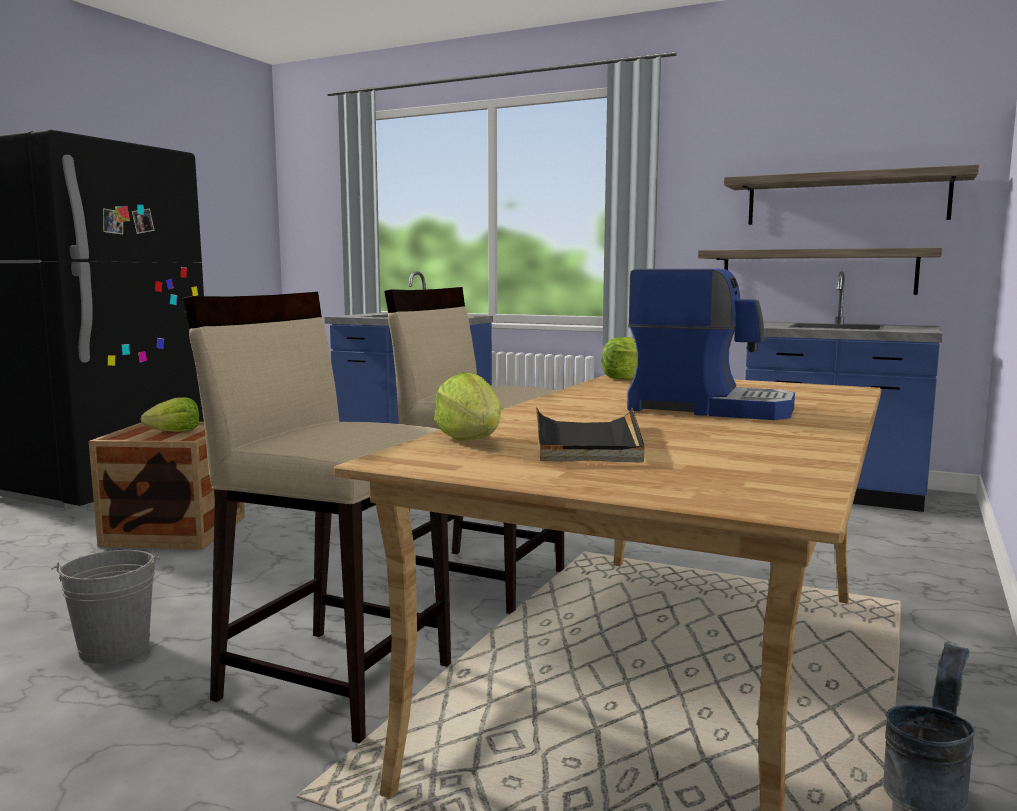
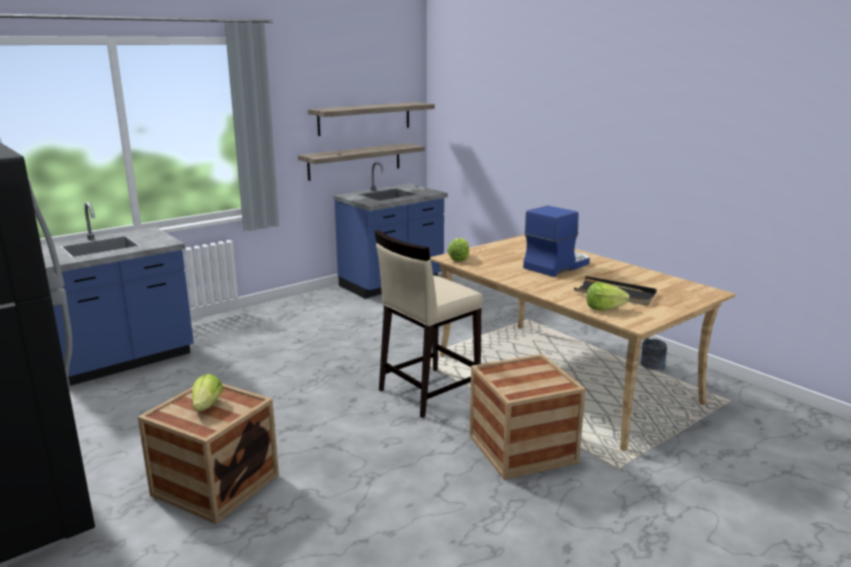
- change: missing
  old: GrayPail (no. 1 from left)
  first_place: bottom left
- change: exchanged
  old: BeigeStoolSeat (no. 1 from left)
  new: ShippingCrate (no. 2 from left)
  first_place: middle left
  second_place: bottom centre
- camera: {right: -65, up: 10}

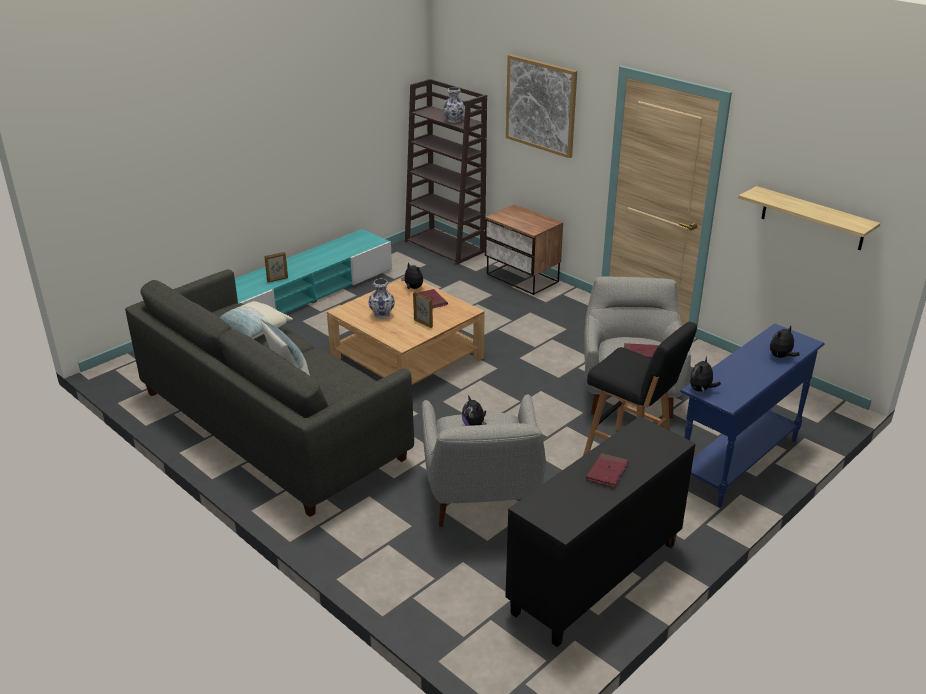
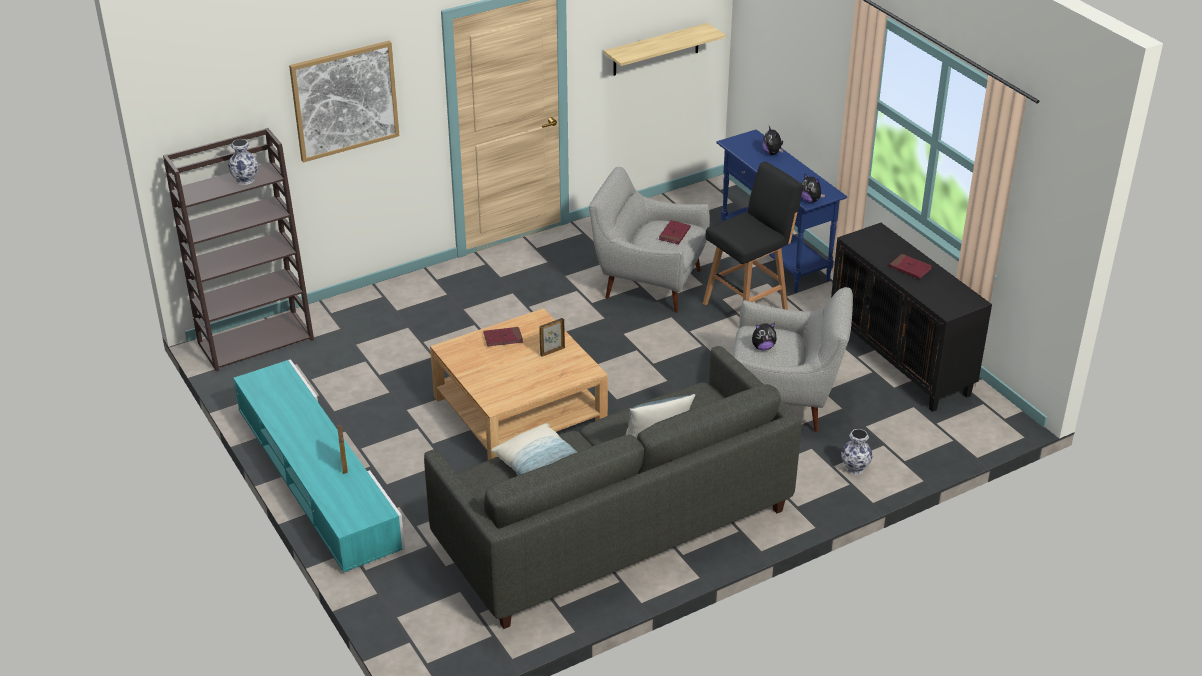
- change: relocated
  old: FlowerVase (no. 1 from left in the first image)
  new: FlowerVase (no. 2 from left)
  first_place: centre
  second_place: bottom right
- change: missing
  old: PlushToy (no. 1 from left)
  first_place: centre
- change: missing
  old: Nightstand
  first_place: centre
- camera: {right: -75, up: 5}

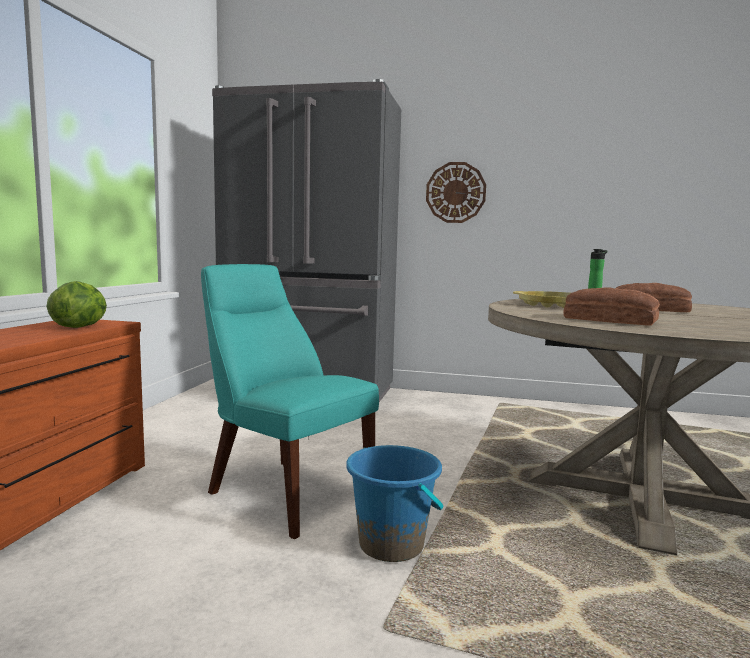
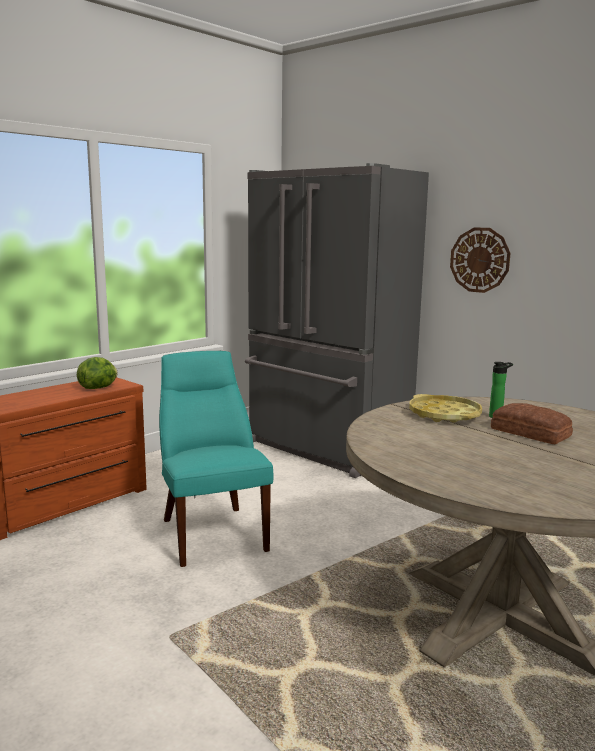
- change: missing
  old: BluishPail
  first_place: bottom centre
- change: missing
  old: BakedBread (no. 1 from left)
  first_place: middle right
- camera: {right: 30, up: 5}

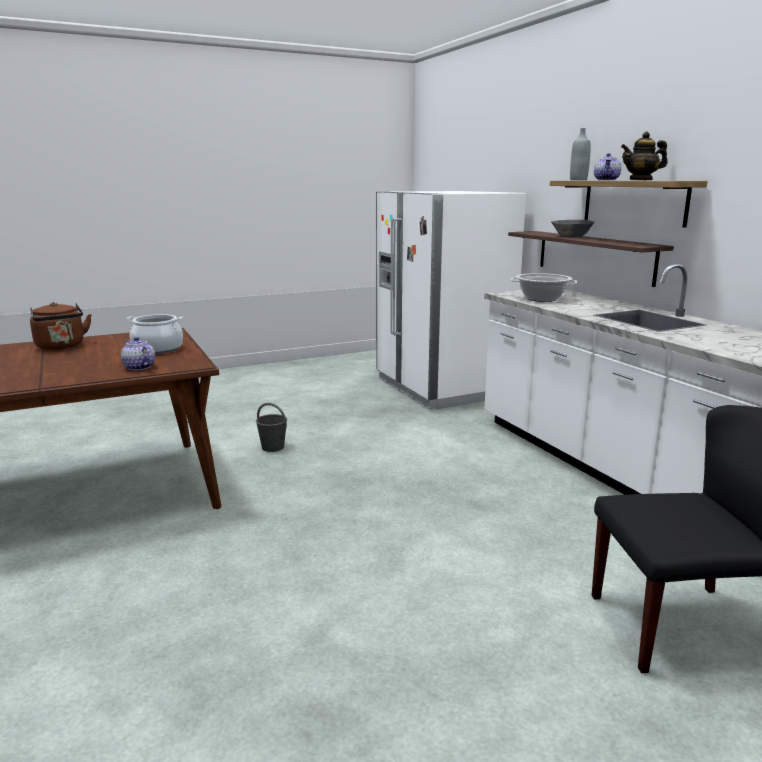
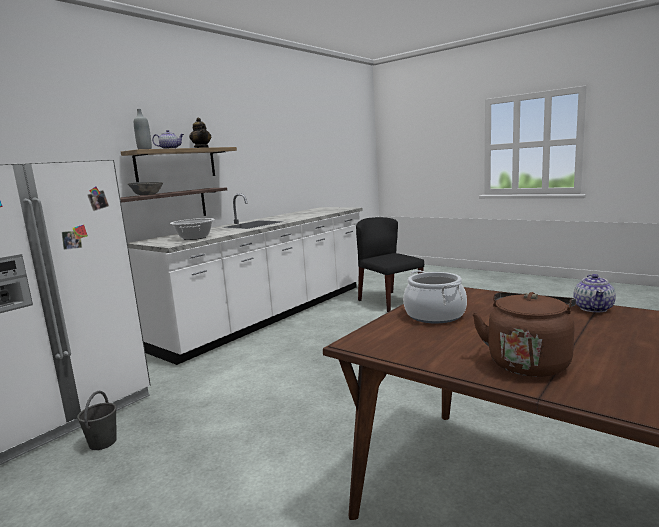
- change: relocated
  old: TeaPot (no. 1 from left in the first image)
  new: TeaPot (no. 3 from left)
  first_place: middle left
  second_place: middle right
- change: relocated
  old: GrayPail
  first_place: centre
  second_place: bottom left
- camera: {right: -115, up: -5}

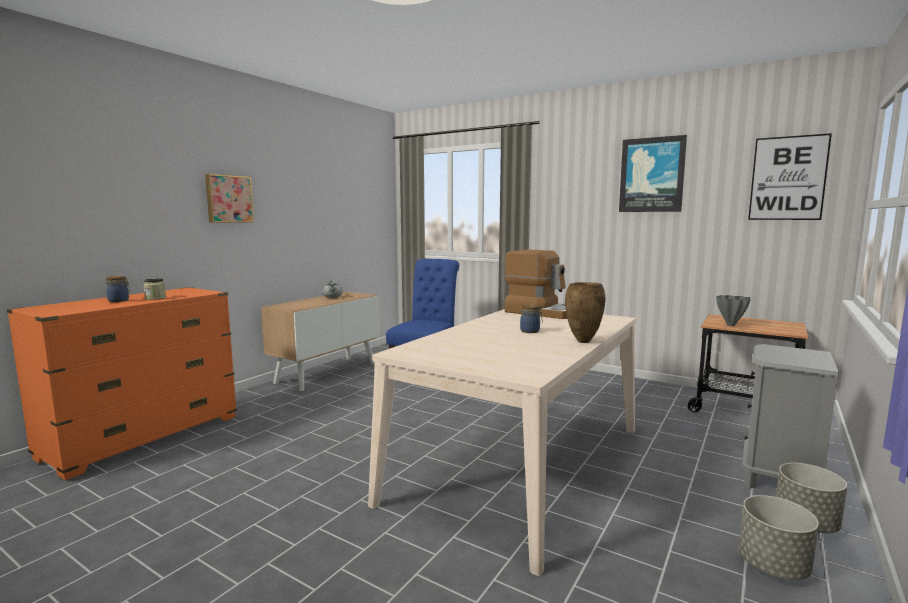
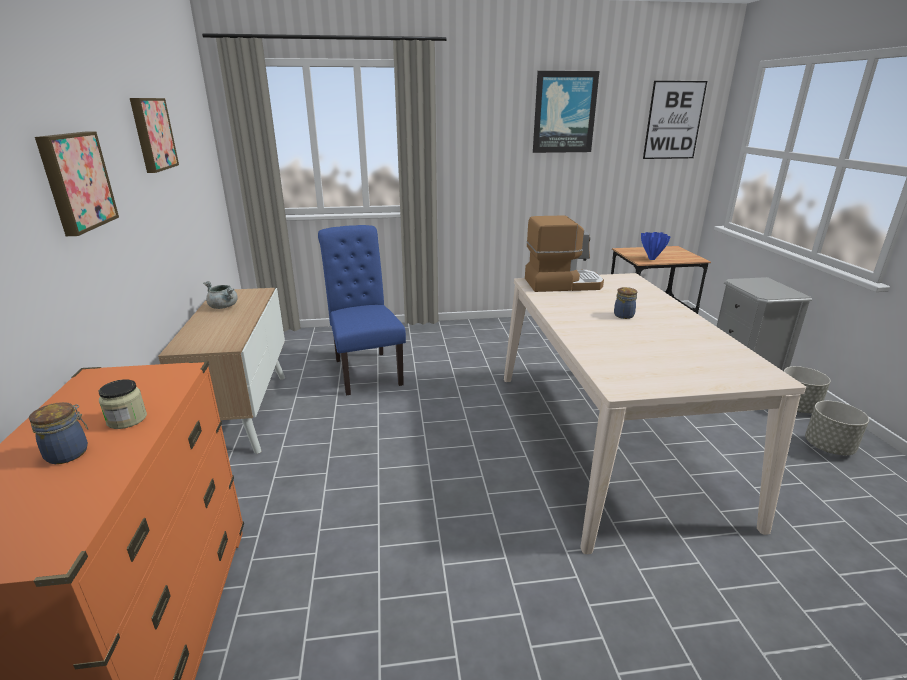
- change: missing
  old: BrownFlowerVase
  first_place: centre
- change: colour
  old: GrayFlowerVase
  new: BluishFlowerVase
  first_place: middle right
  second_place: middle right
- change: appeared
  new: Picture (no. 2 from left)
  second_place: top left
- camera: {right: -40, up: 15}

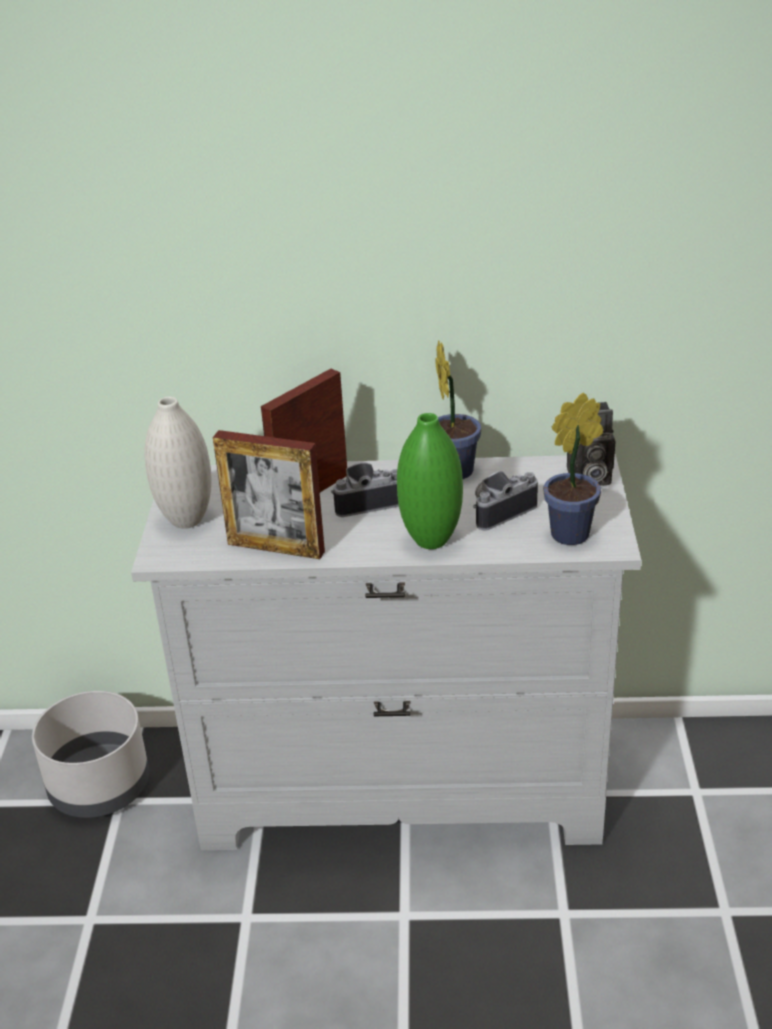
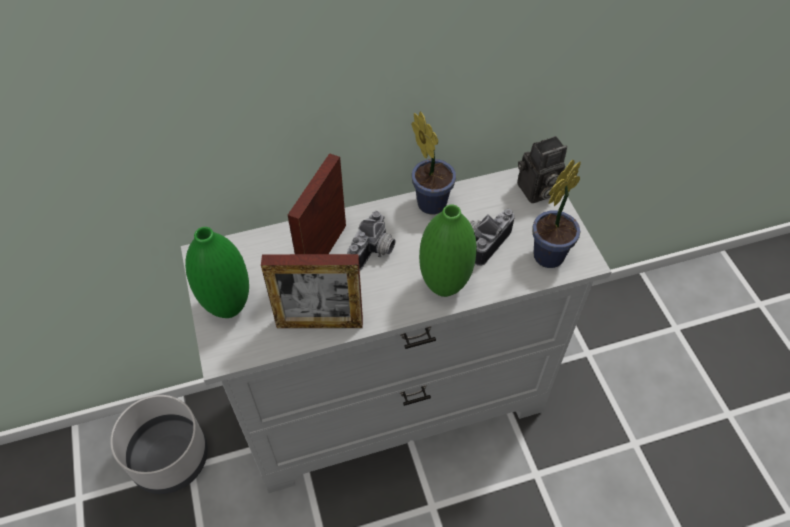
- change: colour
  old: WhiteFlowerVase
  new: GreenishFlowerVase (no. 1 from left)
  first_place: middle left
  second_place: middle left
- change: spun
  old: PhotoCamera (no. 1 from left)
  first_place: centre
  second_place: centre
  degrees: 150
- camera: {right: -20, up: 20}

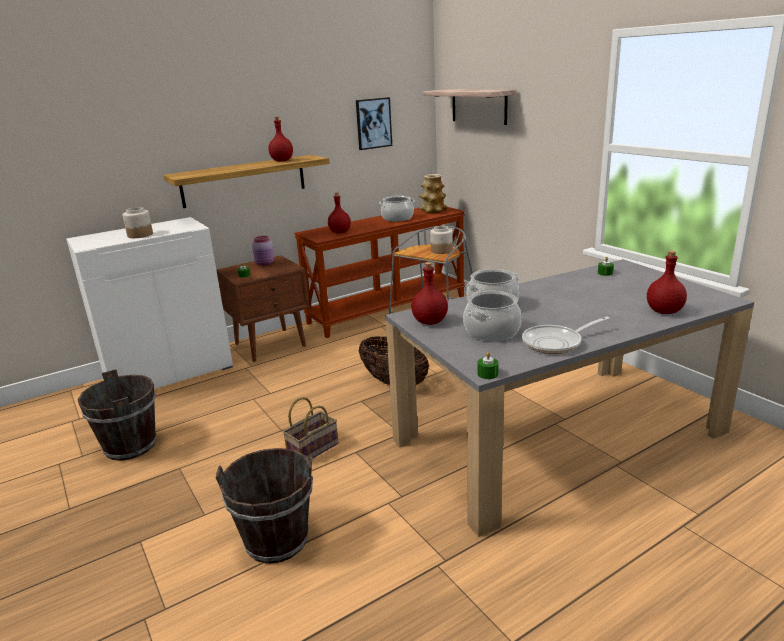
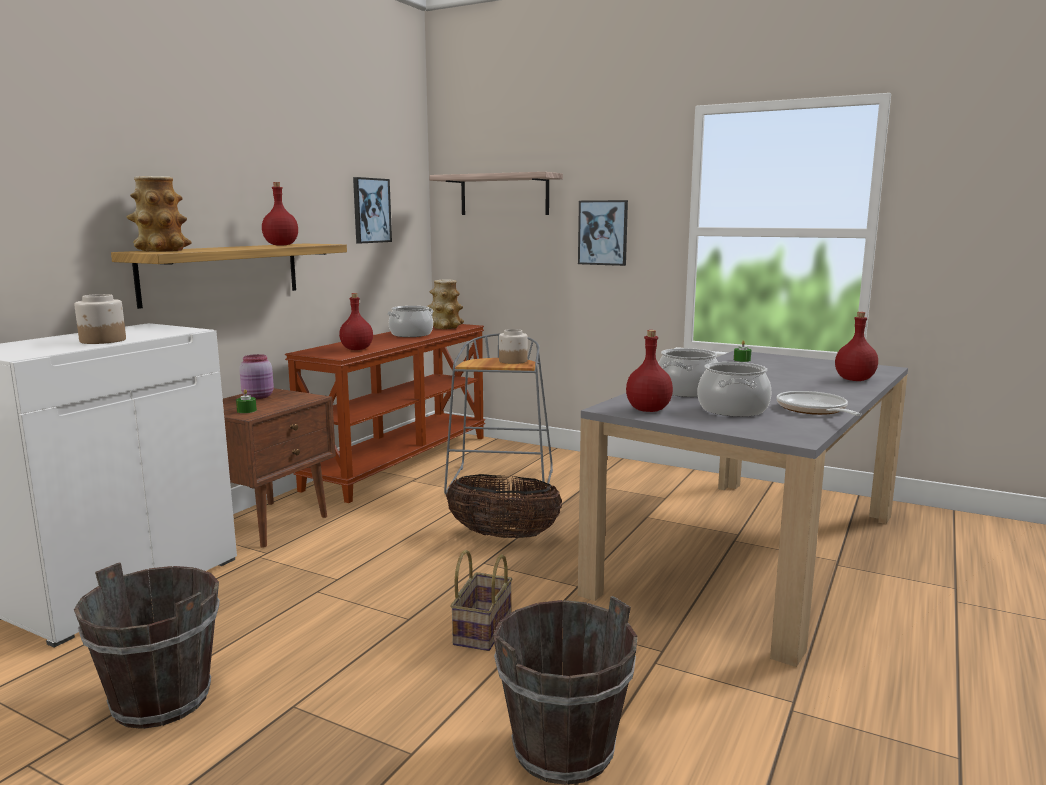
- change: missing
  old: GreenishWaxLight (no. 2 from left)
  first_place: centre
- change: spun
  old: Skillet
  first_place: middle right
  second_place: middle right
  degrees: 135
- change: appeared
  new: FlowerVase (no. 1 from left)
  second_place: top left
- change: appeared
  new: Picture (no. 2 from left)
  second_place: top centre
- camera: {right: -30, up: -10}

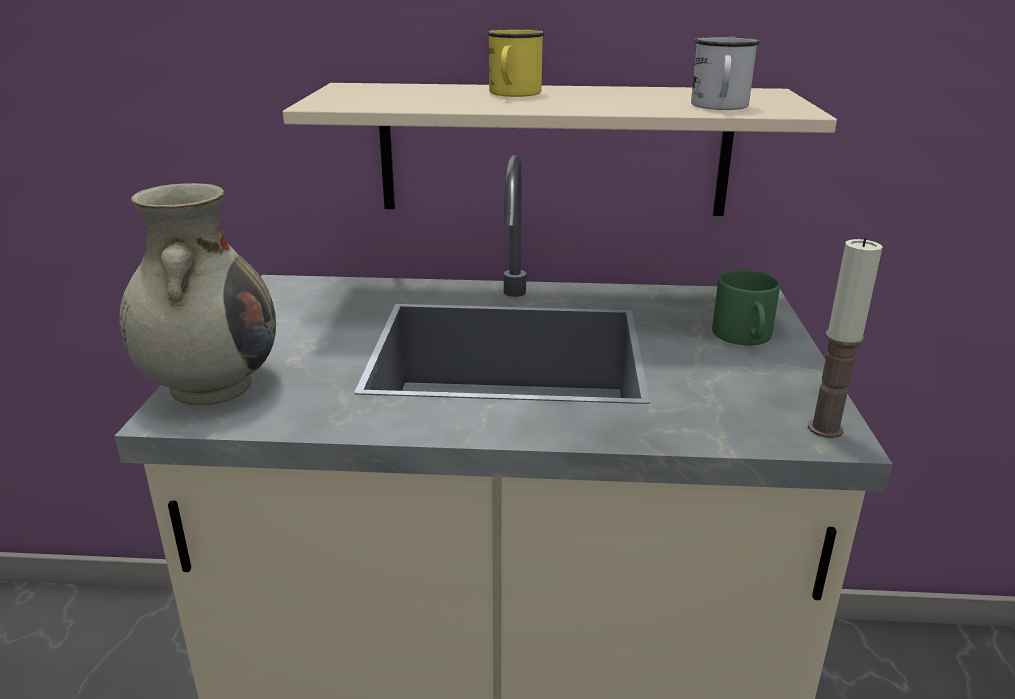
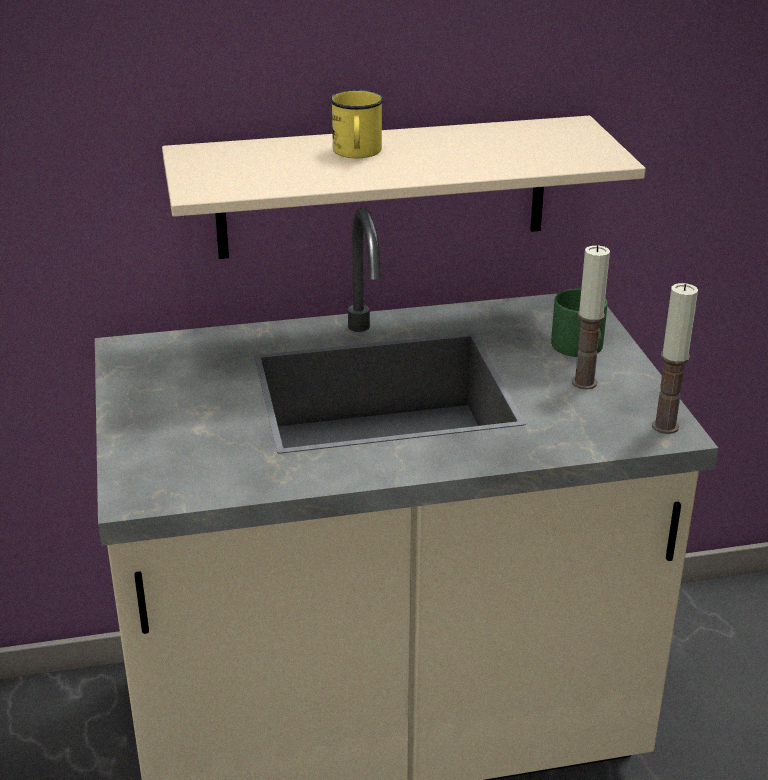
- change: missing
  old: BeigeFlowerVase
  first_place: middle left
- change: missing
  old: WhiteMug
  first_place: top right
- change: appeared
  new: WaxLight (no. 1 from left)
  second_place: middle right
- camera: {right: -15, up: 5}

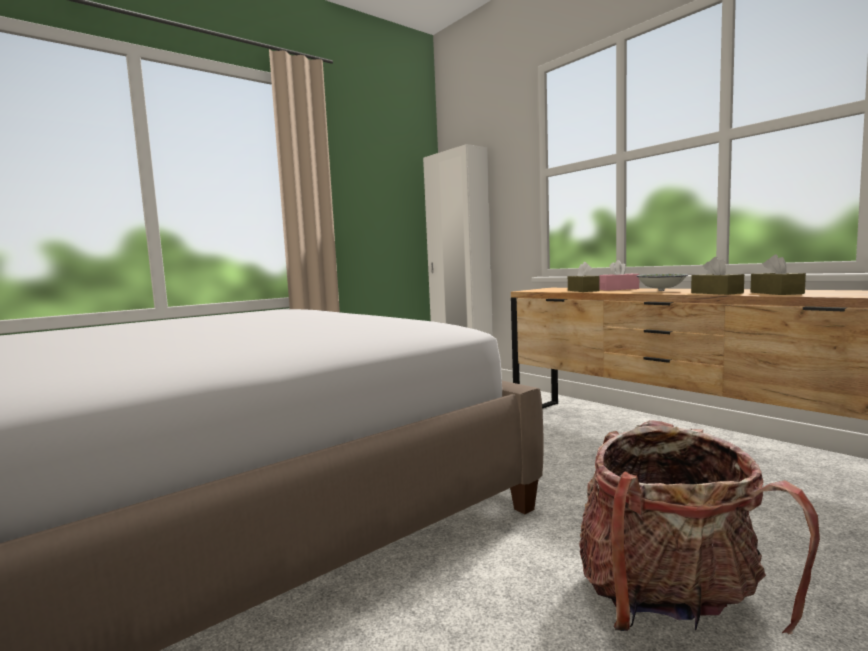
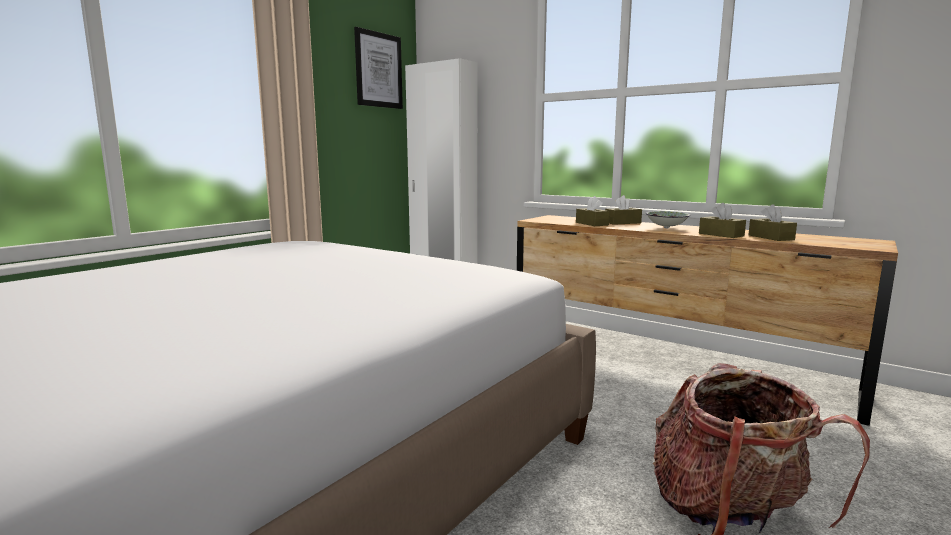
- change: colour
  old: PinkColouredTissueHolder
  new: BrownTissueHolder (no. 2 from left)
  first_place: middle right
  second_place: centre
- change: appeared
  new: Picture
  second_place: top centre
- camera: {right: -15, up: 5}

